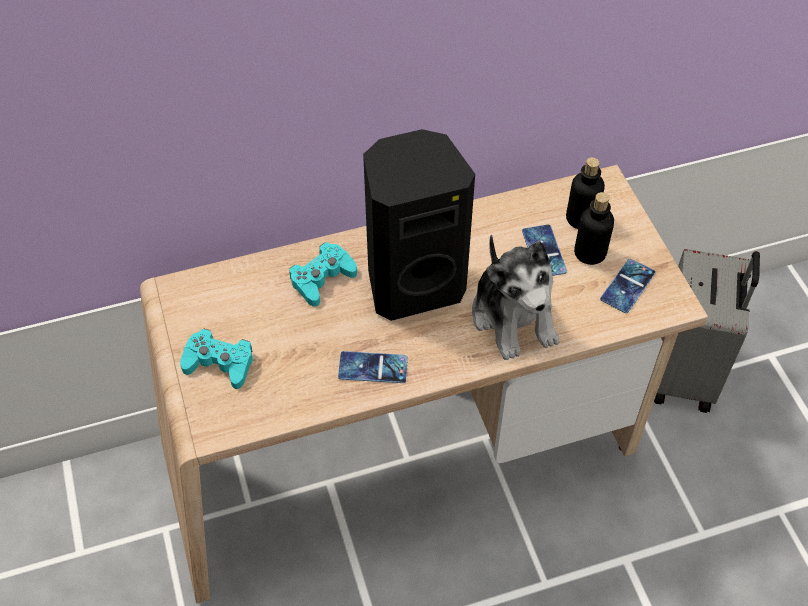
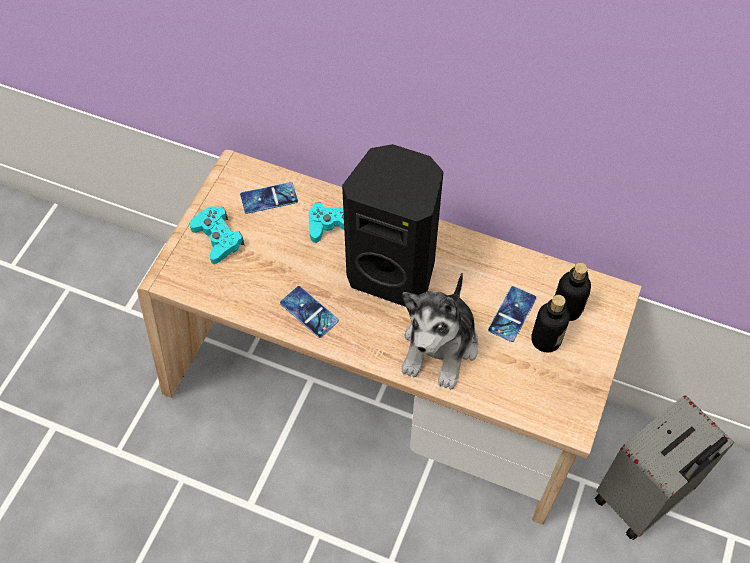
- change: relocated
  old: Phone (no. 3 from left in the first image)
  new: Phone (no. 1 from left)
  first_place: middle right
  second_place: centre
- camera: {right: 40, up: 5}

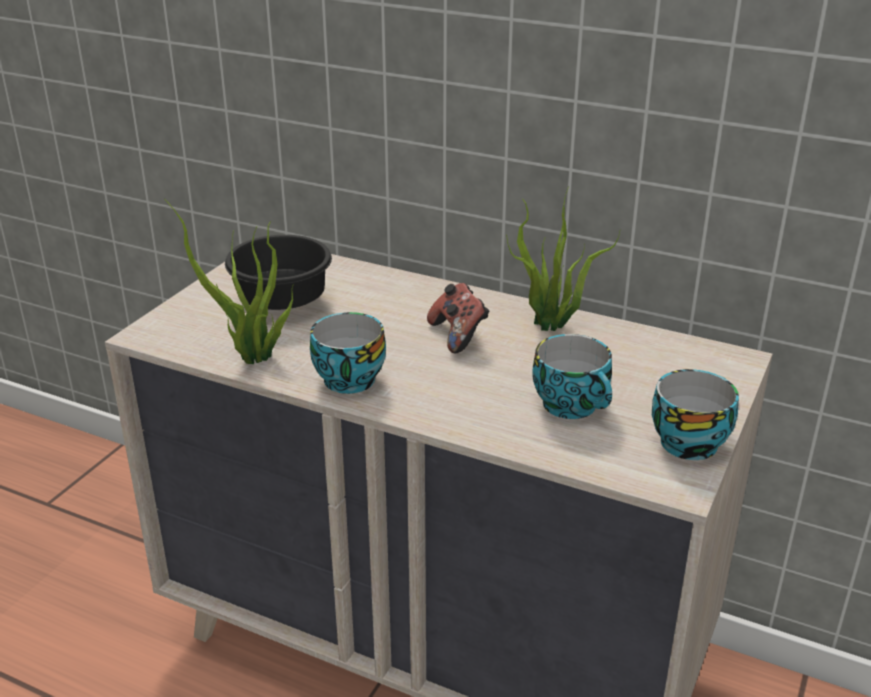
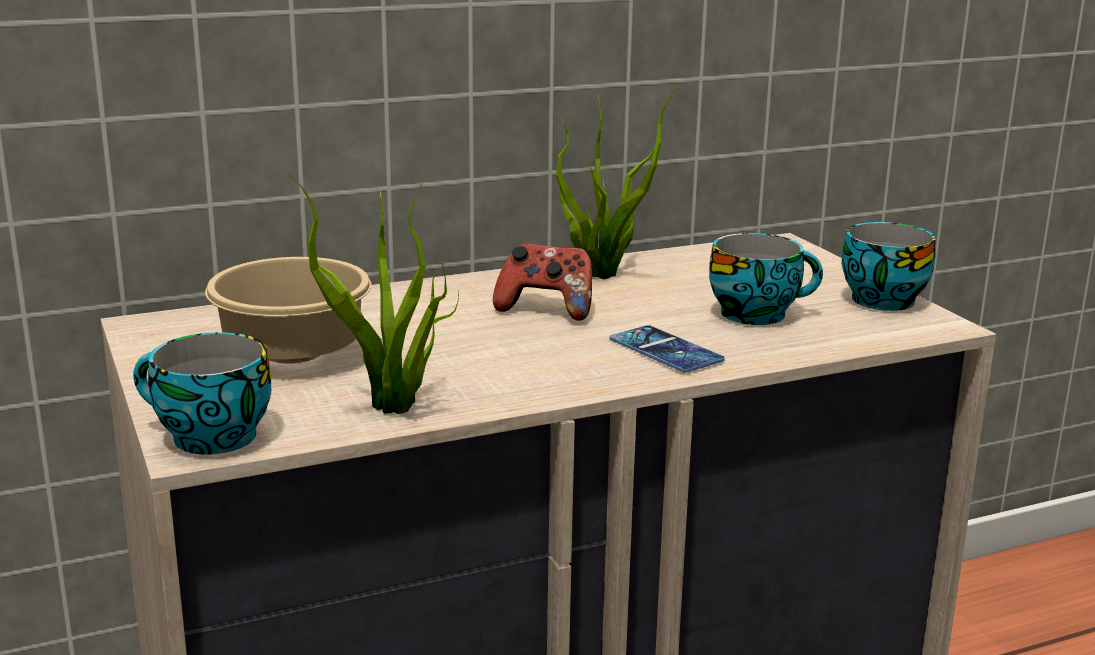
- change: colour
  old: BlackDeepDish
  new: BeigeDeepDish
  first_place: middle left
  second_place: middle left
- change: relocated
  old: SmallCup (no. 1 from left)
  first_place: centre
  second_place: middle left
- change: appeared
  new: Phone
  second_place: centre
- camera: {right: -50, up: -10}

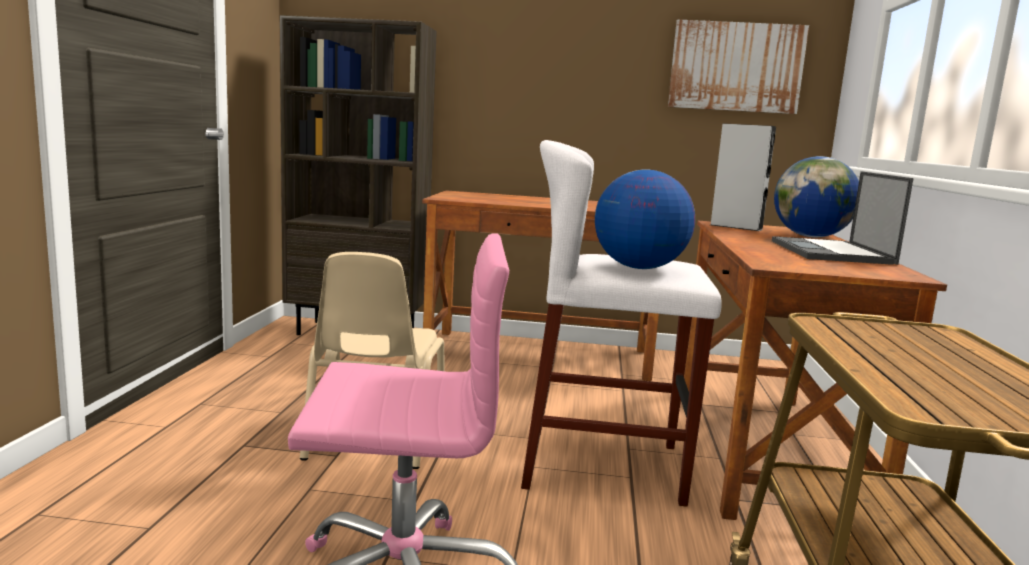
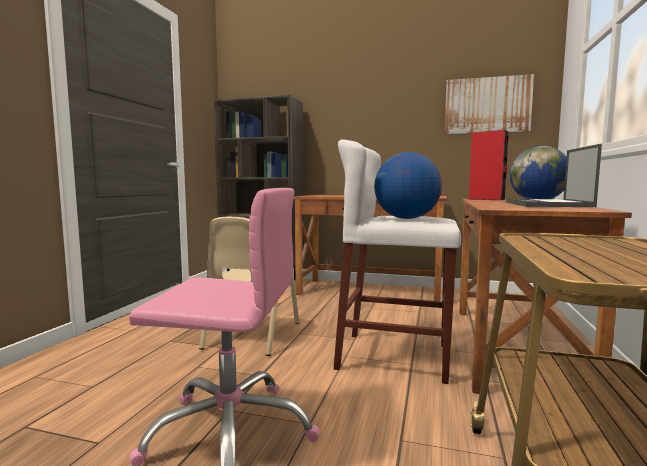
- change: colour
  old: GraySpeaker
  new: ReddishSpeaker
  first_place: top right
  second_place: middle right
- camera: {right: 10, up: -5}

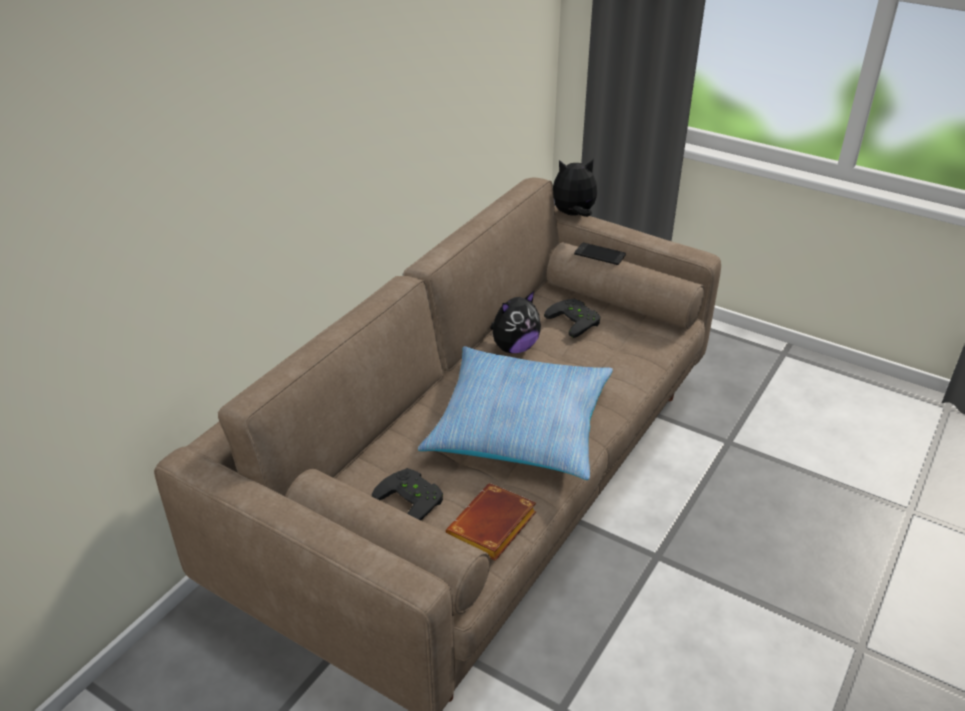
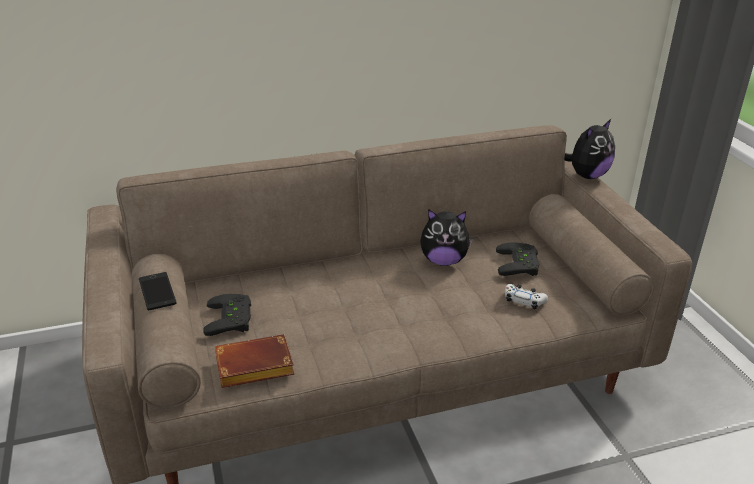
- change: missing
  old: Pillow
  first_place: centre
- change: spun
  old: PlushToy (no. 2 from left)
  first_place: top centre
  second_place: top right
  degrees: 105
- change: relocated
  old: Phone
  first_place: centre
  second_place: middle left
- change: appeared
  new: WhiteGameController
  second_place: middle right
- camera: {right: 40, up: -5}

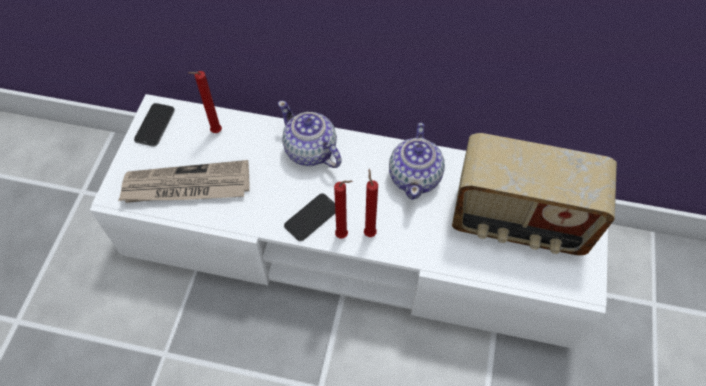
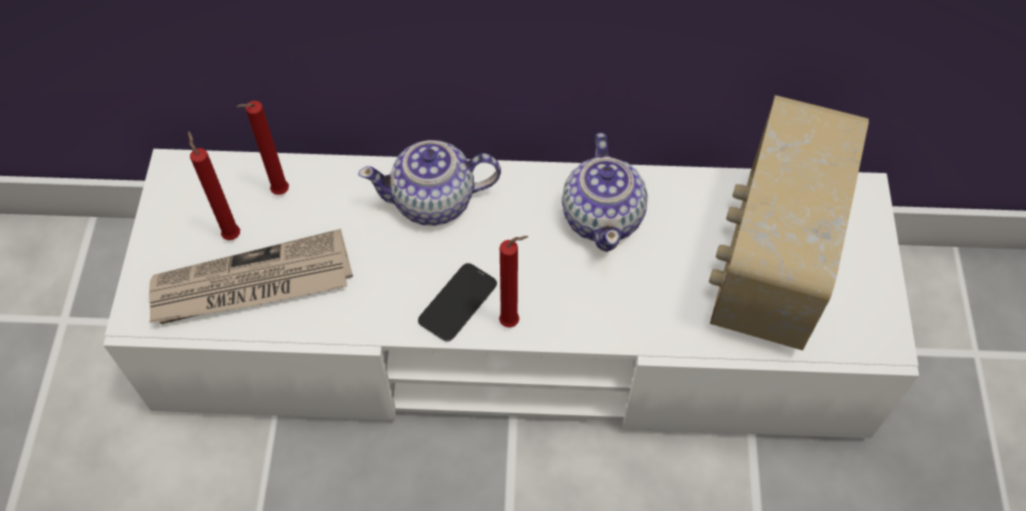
- change: missing
  old: Phone (no. 1 from left)
  first_place: top left
- change: spun
  old: TeaPot (no. 1 from left)
  first_place: centre
  second_place: centre
  degrees: -45
- change: relocated
  old: ReddishWaxLight (no. 3 from left in the first image)
  new: ReddishWaxLight (no. 1 from left)
  first_place: centre
  second_place: middle left
- change: spun
  old: RadioReceiver
  first_place: middle right
  second_place: middle right
  degrees: 105
- camera: {right: -10, up: 0}

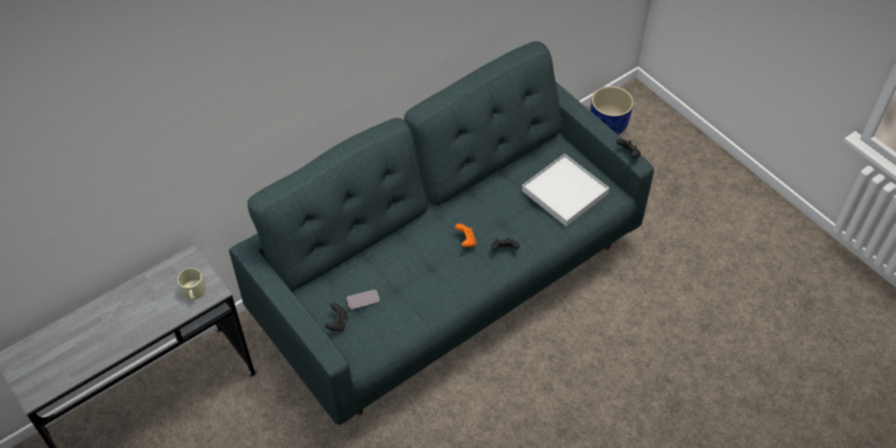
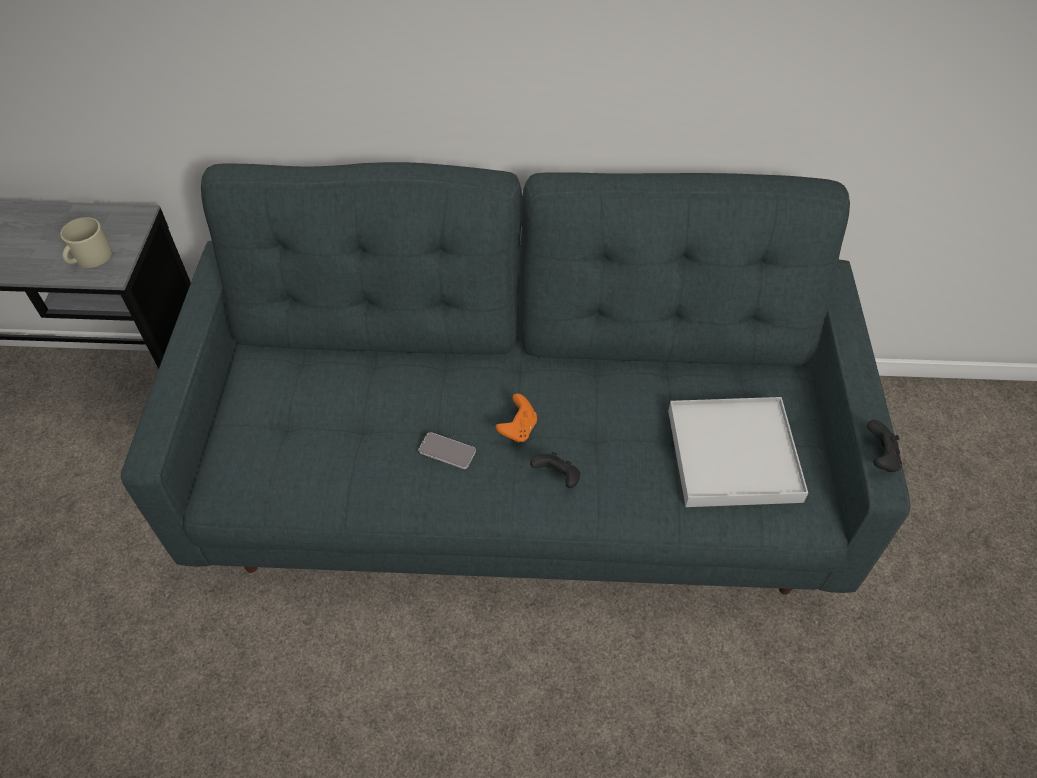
- change: missing
  old: BlackGameController (no. 1 from left)
  first_place: bottom centre
- change: relocated
  old: Phone
  first_place: bottom centre
  second_place: centre
- change: missing
  old: BluishPlanter
  first_place: top right
- camera: {right: 40, up: 0}

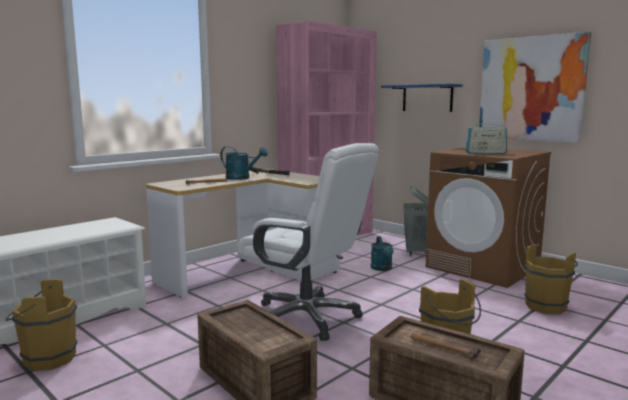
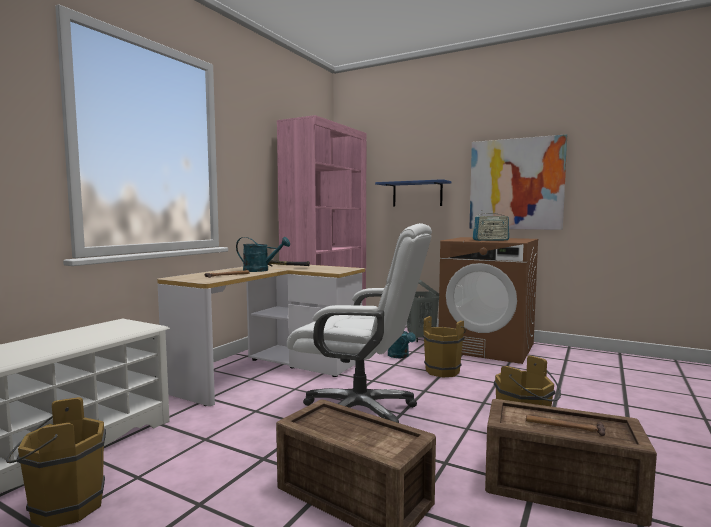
- change: relocated
  old: BrownPail (no. 3 from left in the first image)
  new: BrownPail (no. 2 from left)
  first_place: bottom right
  second_place: centre
- camera: {right: -15, up: -5}

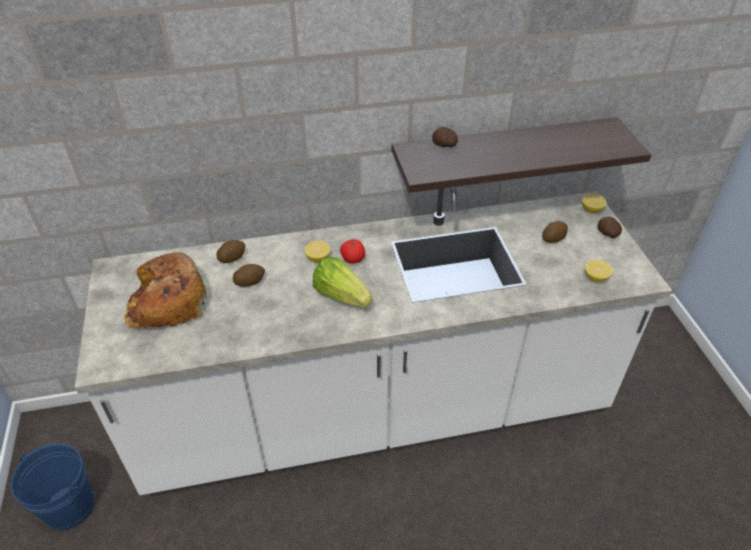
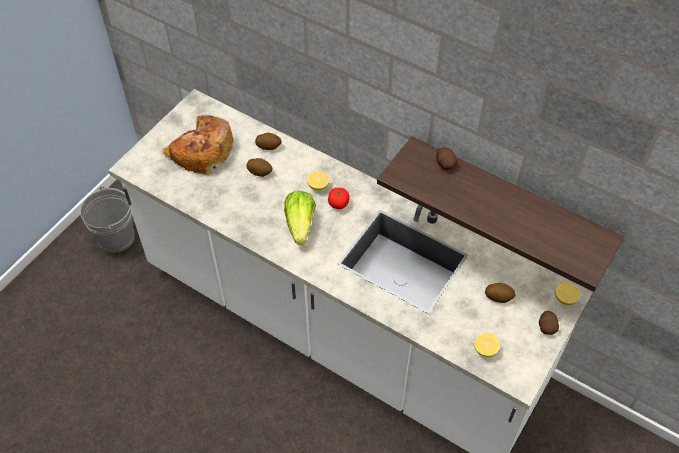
- change: colour
  old: BluishPail
  new: GrayPail
  first_place: bottom left
  second_place: middle left
- camera: {right: 45, up: 10}

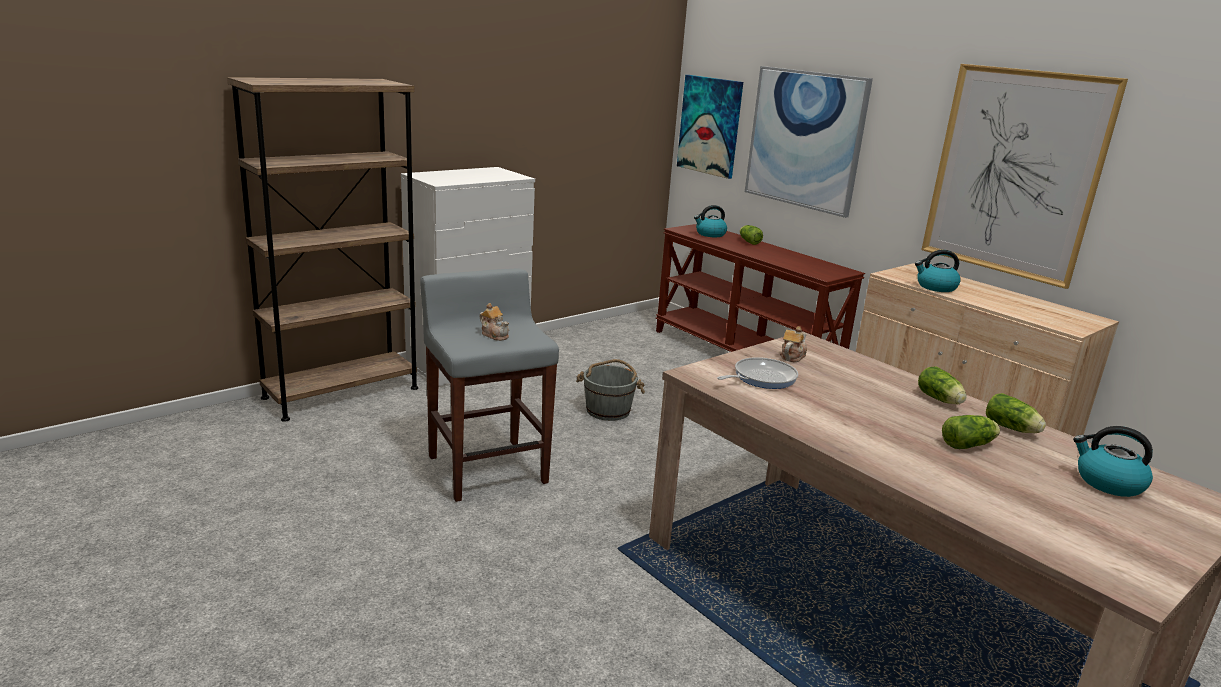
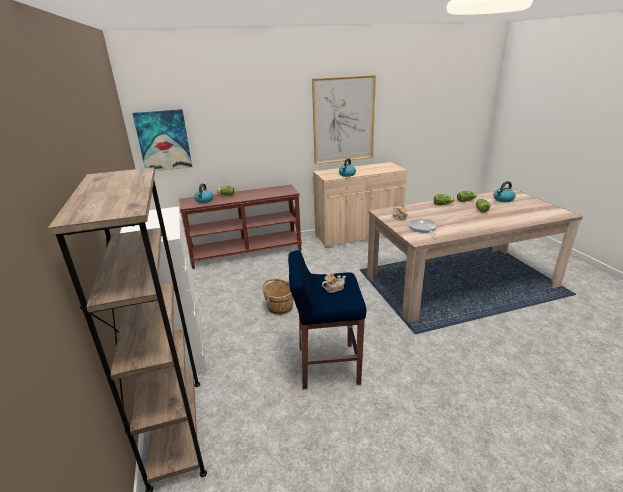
- change: colour
  old: GrayStoolSeat
  new: BluishStoolSeat
  first_place: centre
  second_place: centre
- change: colour
  old: GrayPail
  new: BrownPail
  first_place: centre
  second_place: centre
- change: missing
  old: Picture (no. 2 from left)
  first_place: top centre
- camera: {right: -65, up: 5}

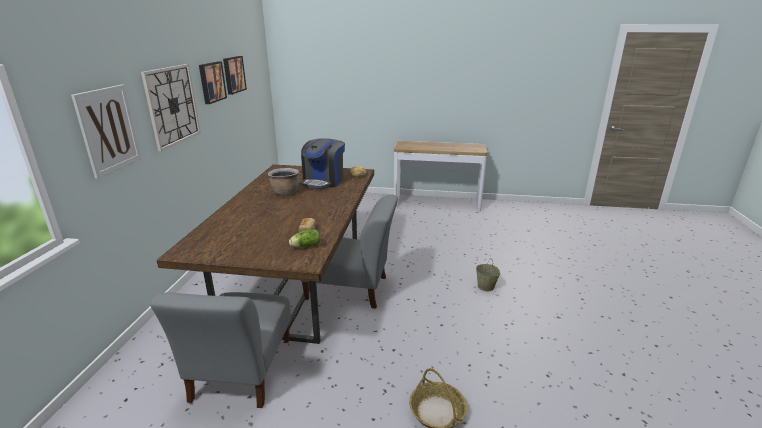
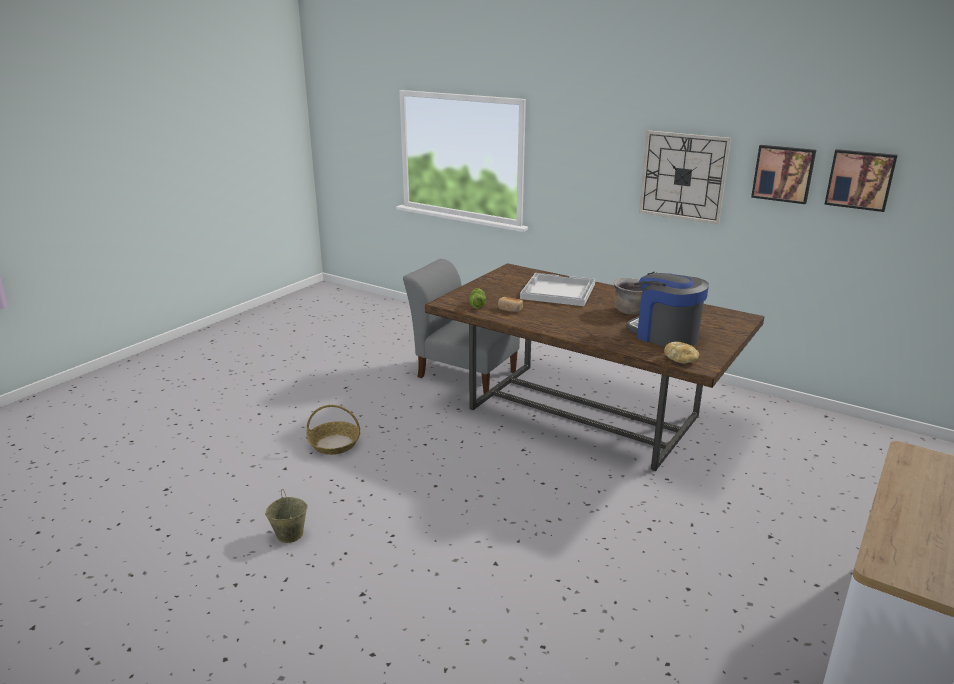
- change: missing
  old: Picture (no. 1 from left)
  first_place: top left
- change: missing
  old: GrayChair (no. 2 from left)
  first_place: centre
- change: relocated
  old: BeigePail
  first_place: centre
  second_place: bottom left
- change: appeared
  new: WhiteServingTray
  second_place: centre
- camera: {right: 115, up: 0}

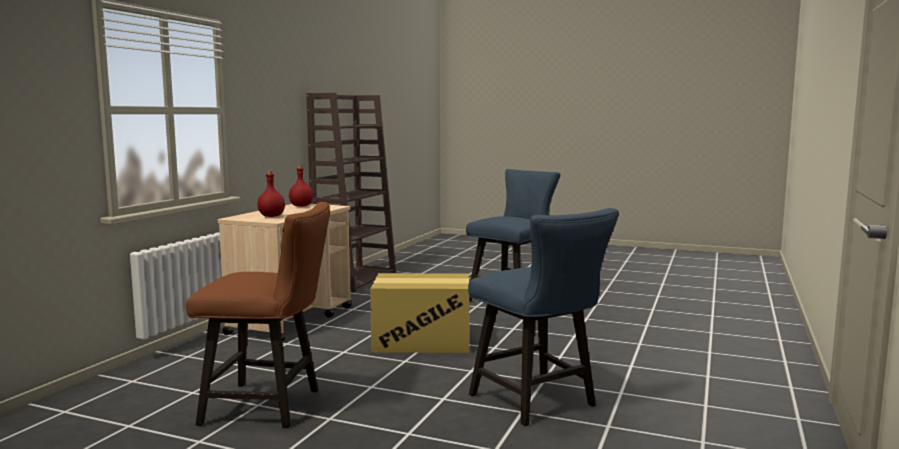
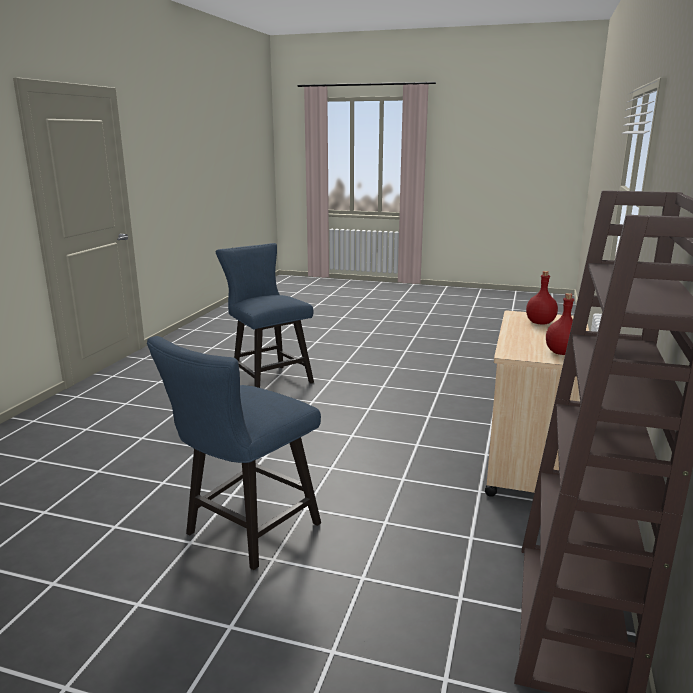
- change: missing
  old: BrownChair
  first_place: bottom left
- change: missing
  old: PackingBox
  first_place: bottom centre
- camera: {right: 175, up: 10}

